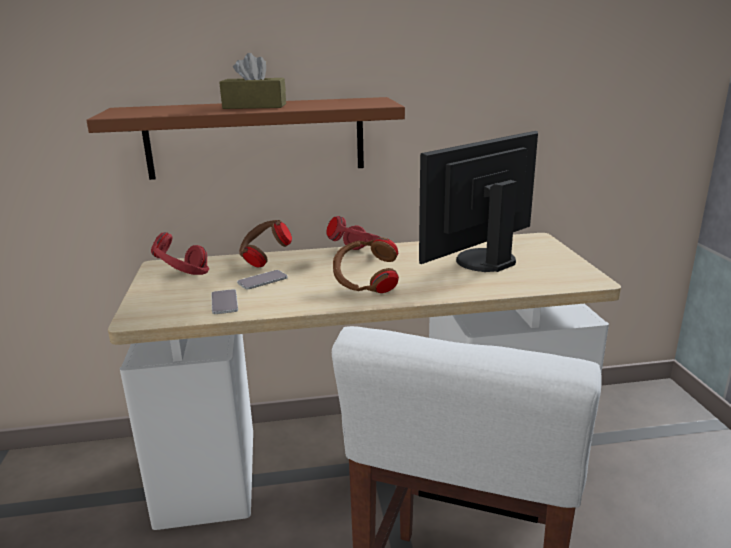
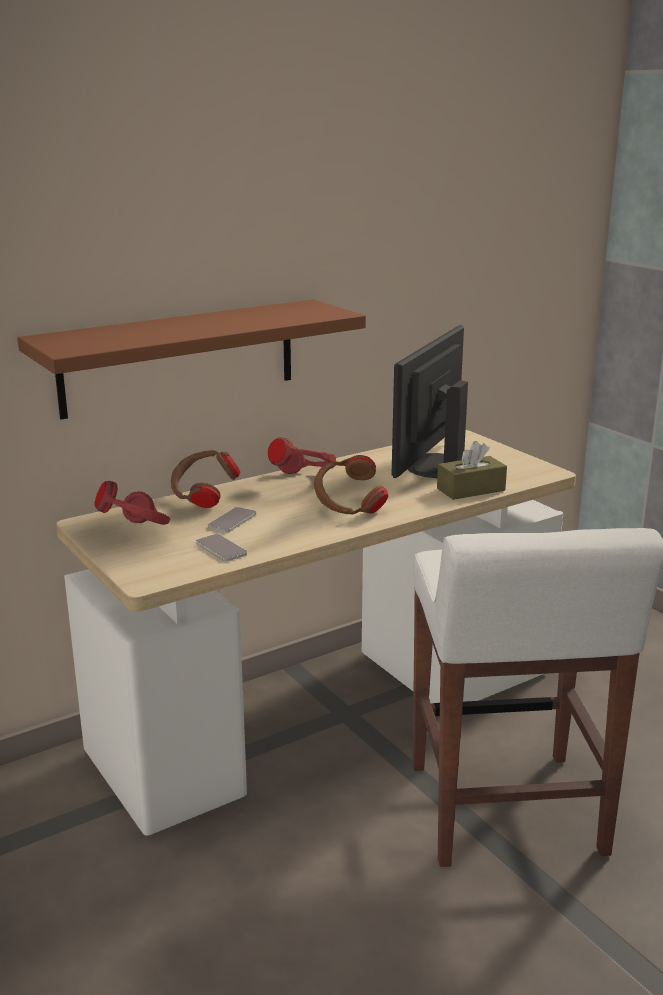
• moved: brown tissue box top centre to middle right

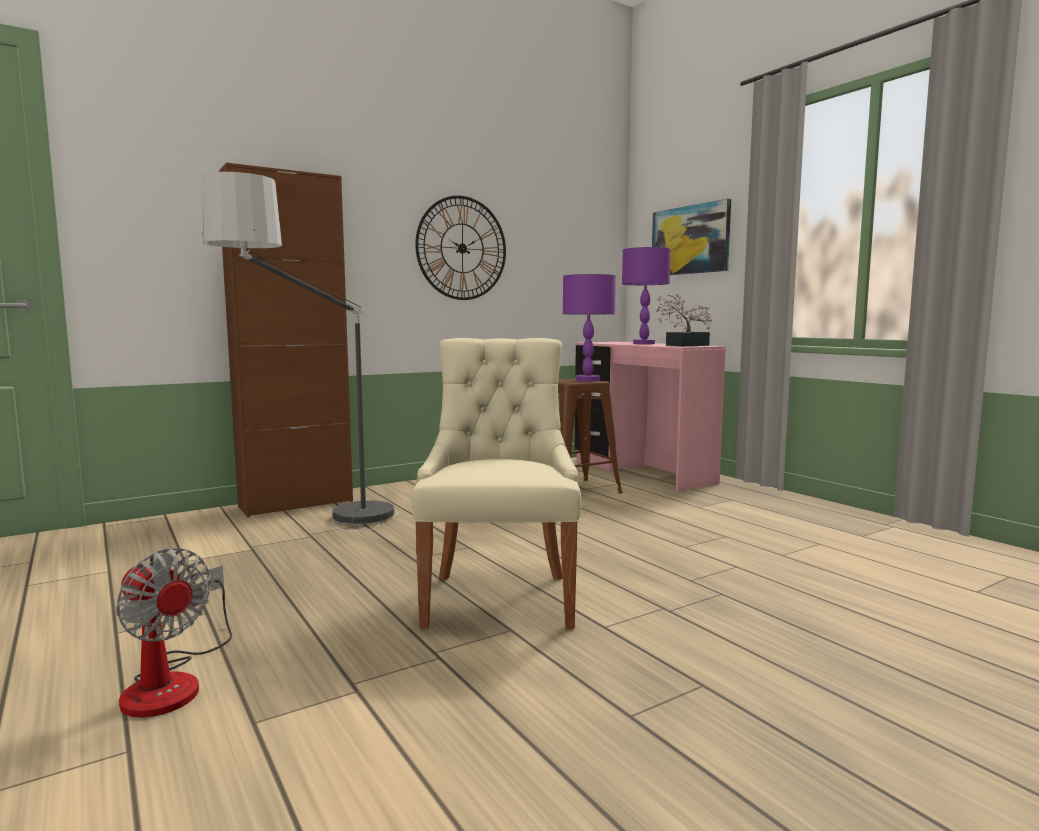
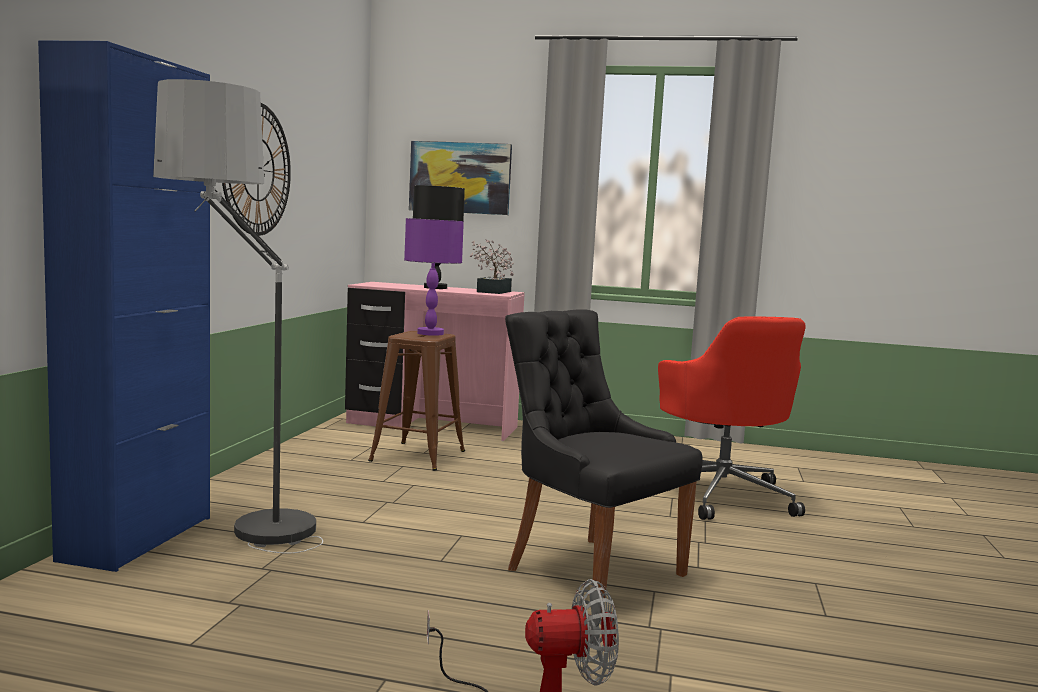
• recoloured: brown cabinet middle left to blue cabinet middle left
• recoloured: purple table lamp (2nd from left) centre to black table lamp centre
• recoloured: beige chair centre to black chair centre
• added: red office chair middle right

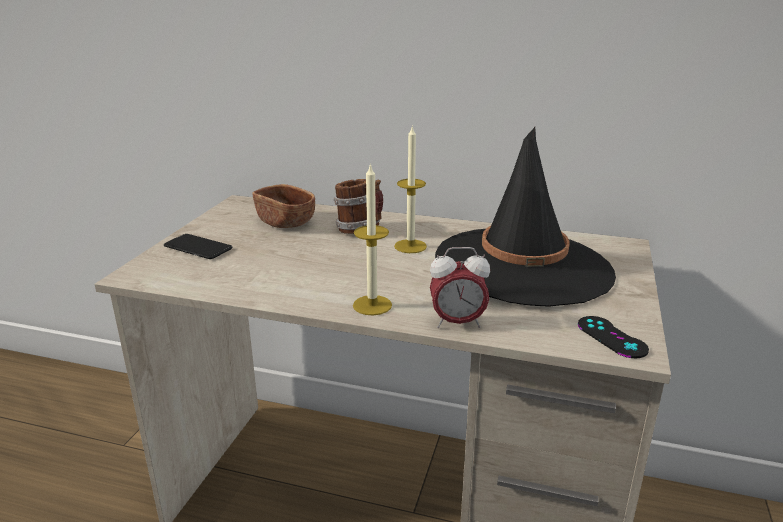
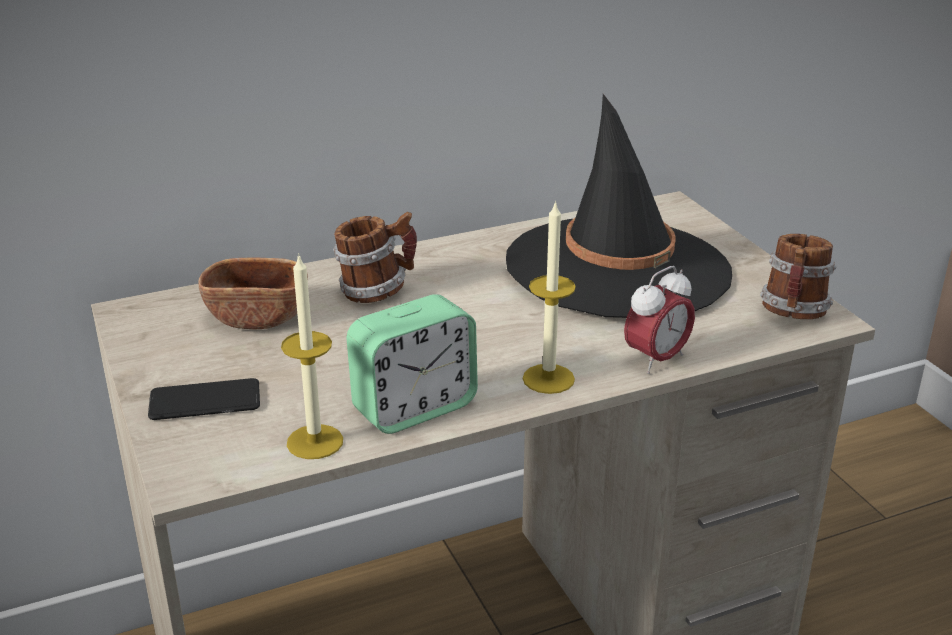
• moved: candle (2nd from left in the first image) centre to candle (1st from left) middle left
• added: alarm clock (1st from left) centre
• replaced: black game controller middle right to mug (2nd from left) middle right

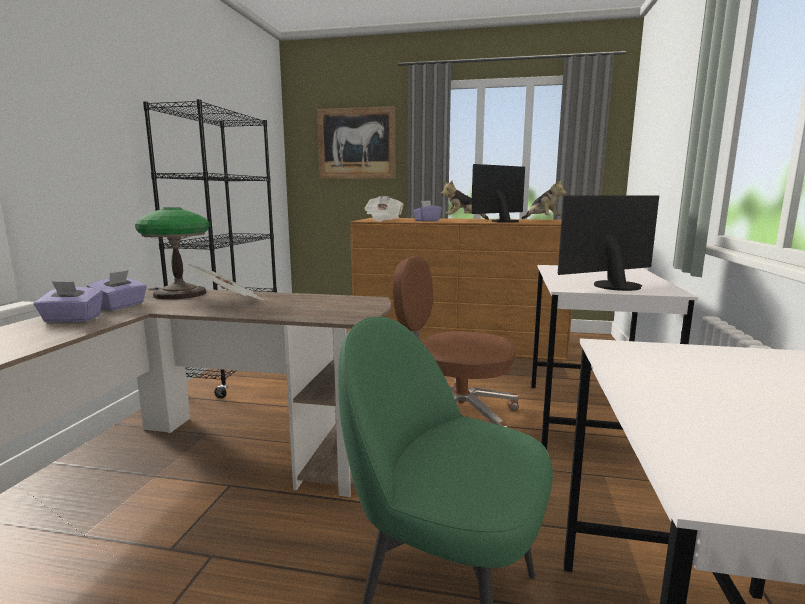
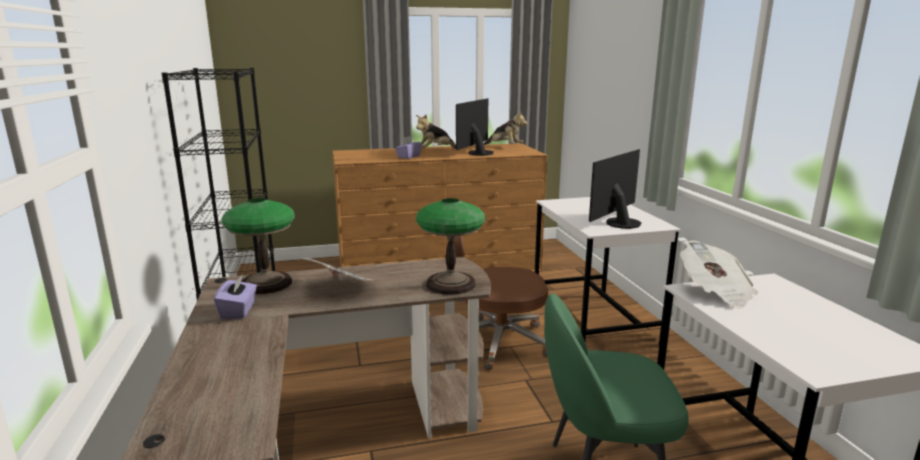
• added: table lamp (2nd from left) centre
• moved: newspaper (2nd from left) centre to middle right
• removed: purple tissue box (1st from left) middle left
• removed: picture top centre

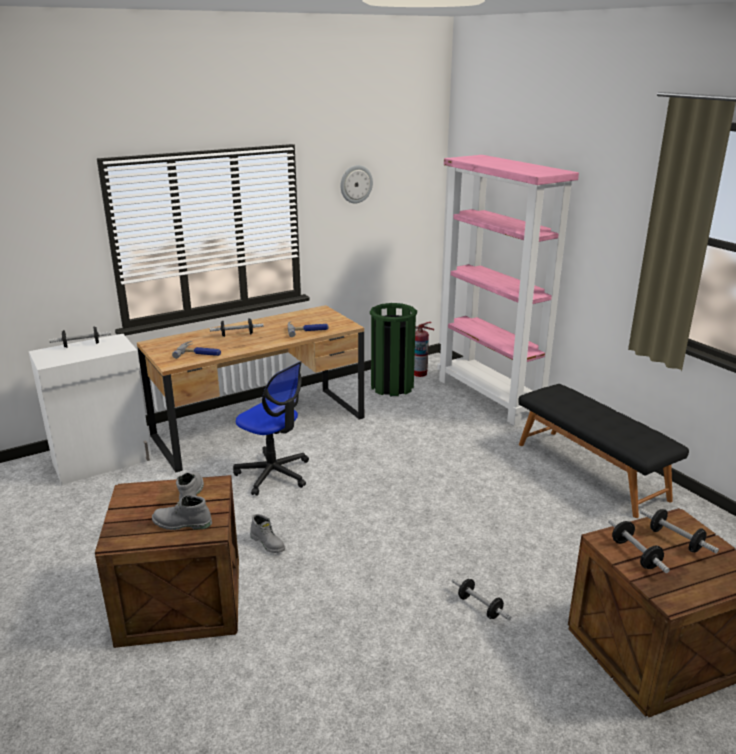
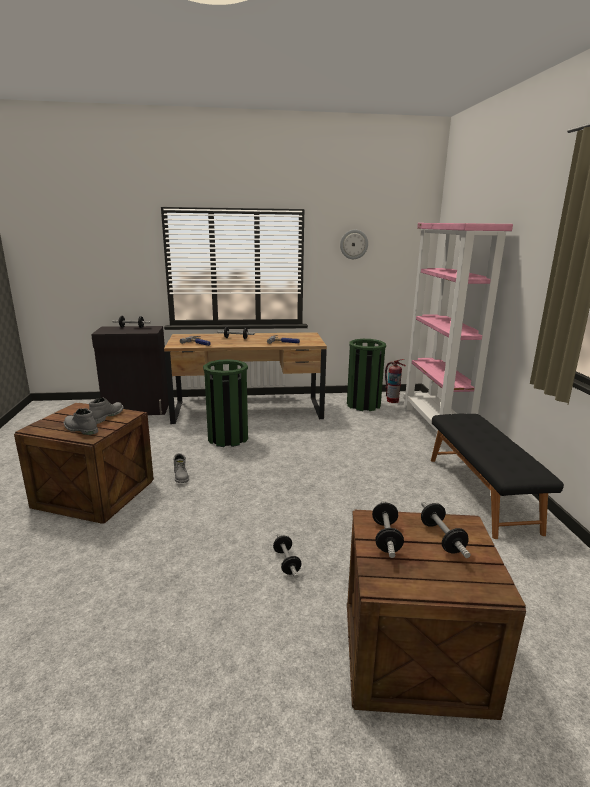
• recoloured: white cabinet middle left to black cabinet middle left
• replaced: office chair centre to green trash can (1st from left) centre

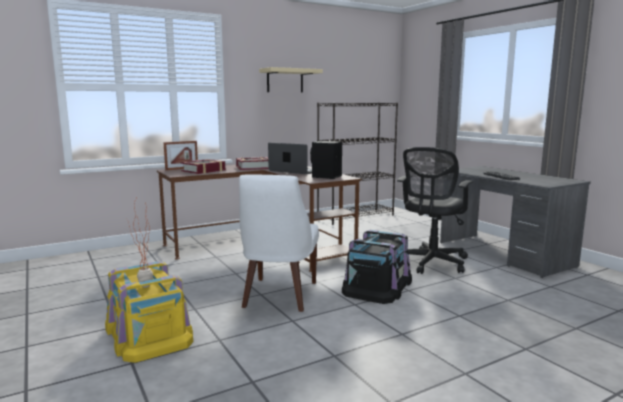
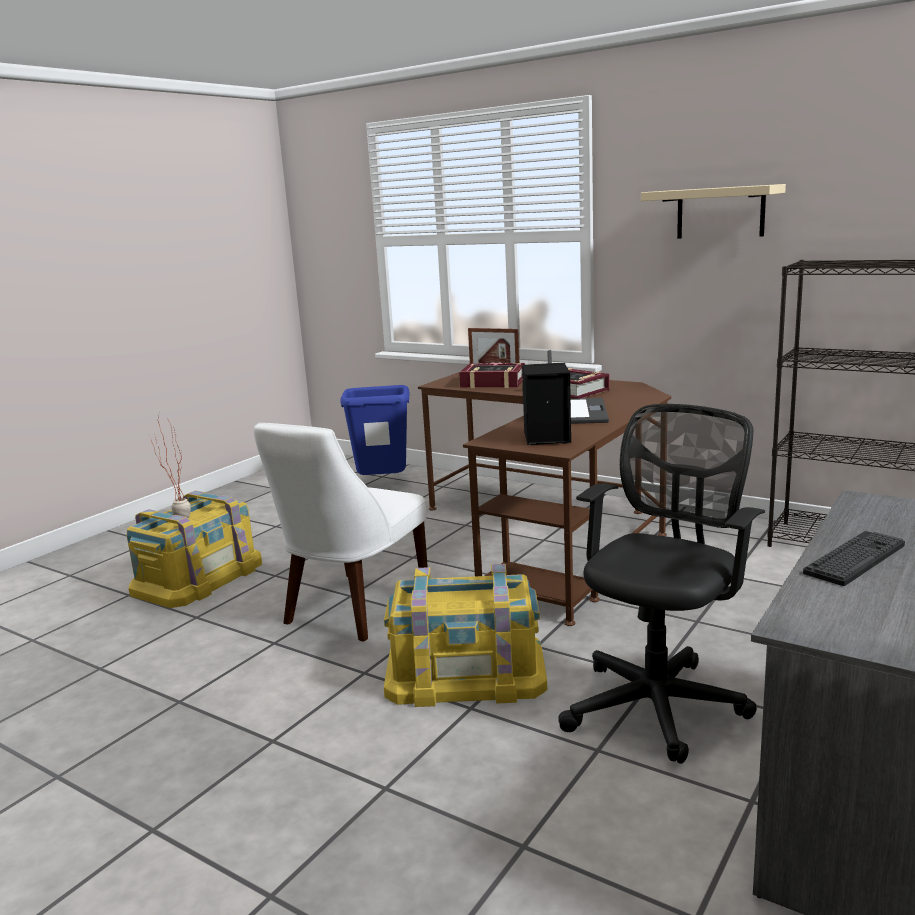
• turned: white chair centre = centre 45 degrees counterclockwise
• added: blue trash can centre
• recoloured: black storage box centre to yellow storage box (2nd from left) bottom centre
• turned: black office chair middle right = middle right 120 degrees clockwise

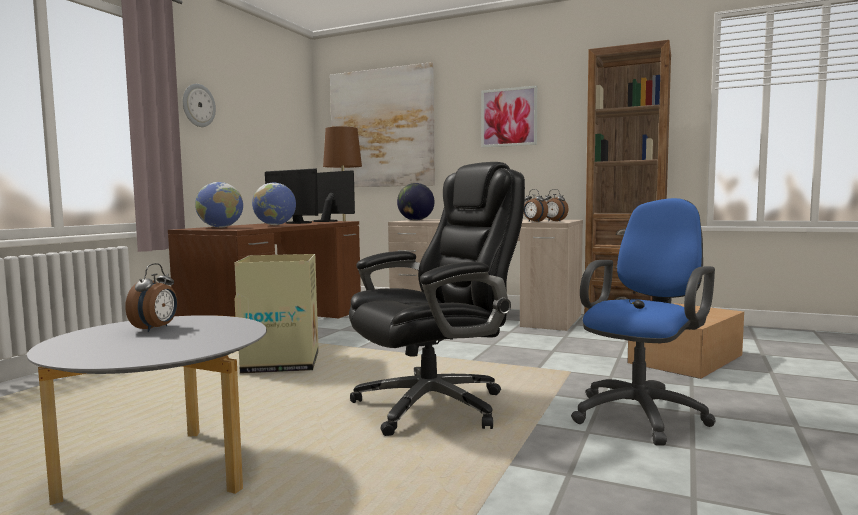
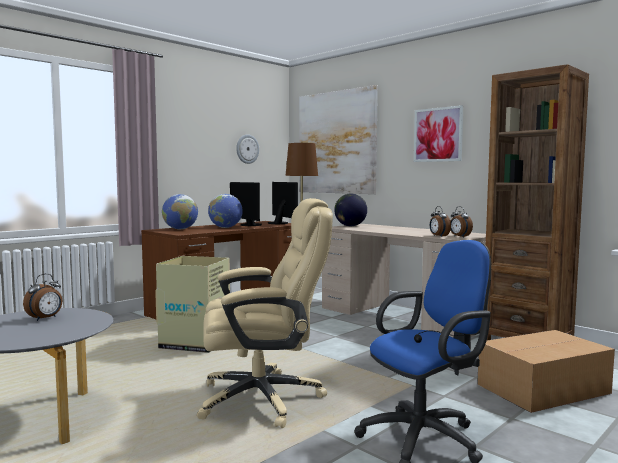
• recoloured: black office chair centre to beige office chair bottom centre
• moved: wall clock top left to top centre

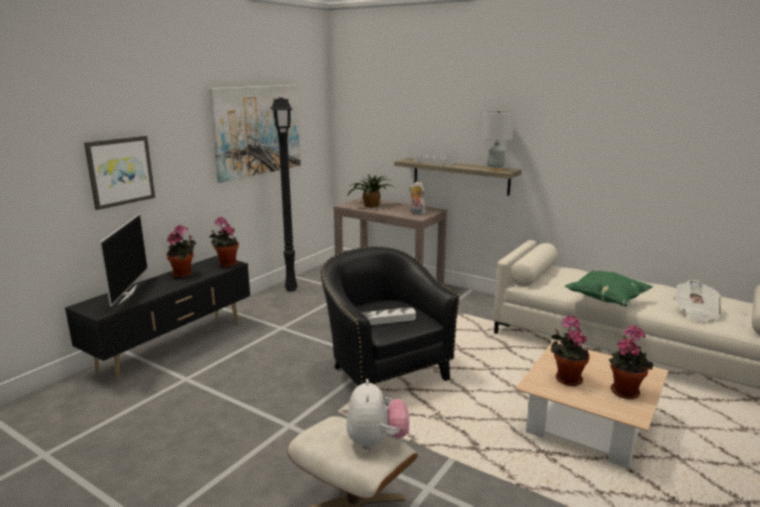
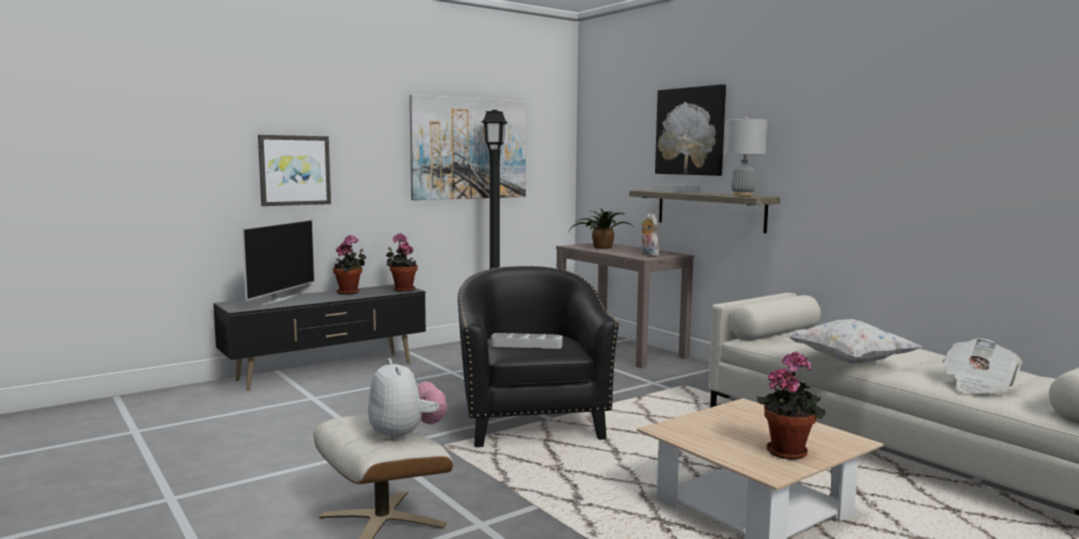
• turned: plush toy (1st from left) bottom centre = bottom centre 45 degrees counterclockwise
• added: picture (3rd from left) top centre
• recoloured: green pillow middle right to white pillow middle right
• removed: potted plant (4th from left) bottom right

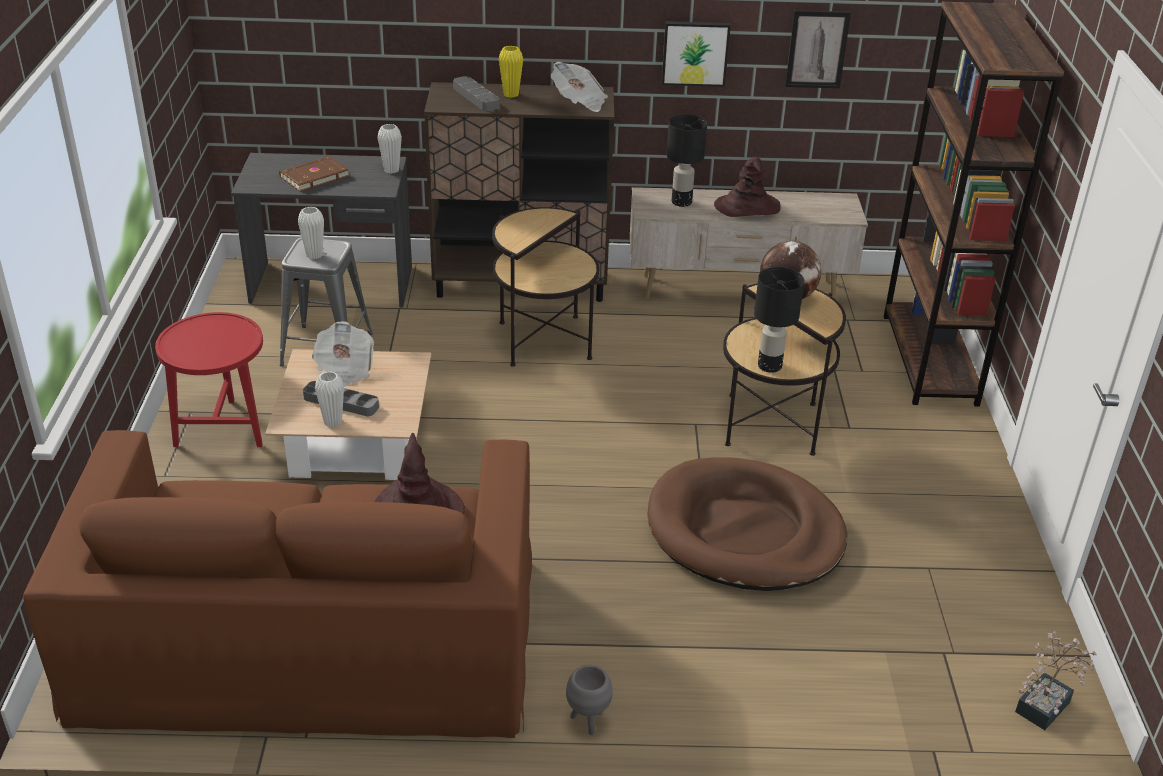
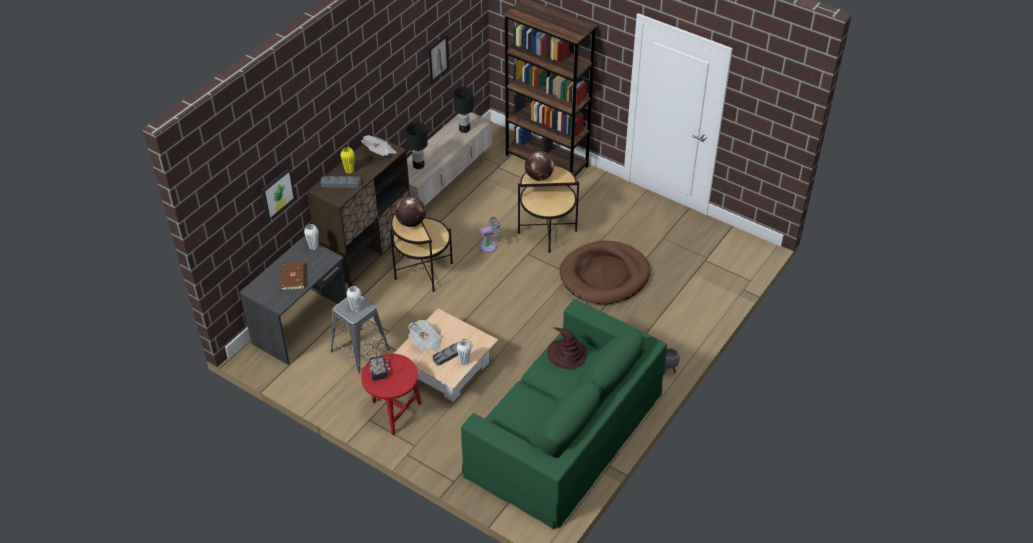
• moved: picture (1st from left) top centre to middle left
• moved: potted plant bottom right to centre
• added: globe (1st from left) centre
• moved: black table lamp (2nd from left) middle right to top centre
• recoloured: brown sofa bottom left to green sofa bottom centre
• added: grey fan centre
• removed: brown hat (2nd from left) top centre

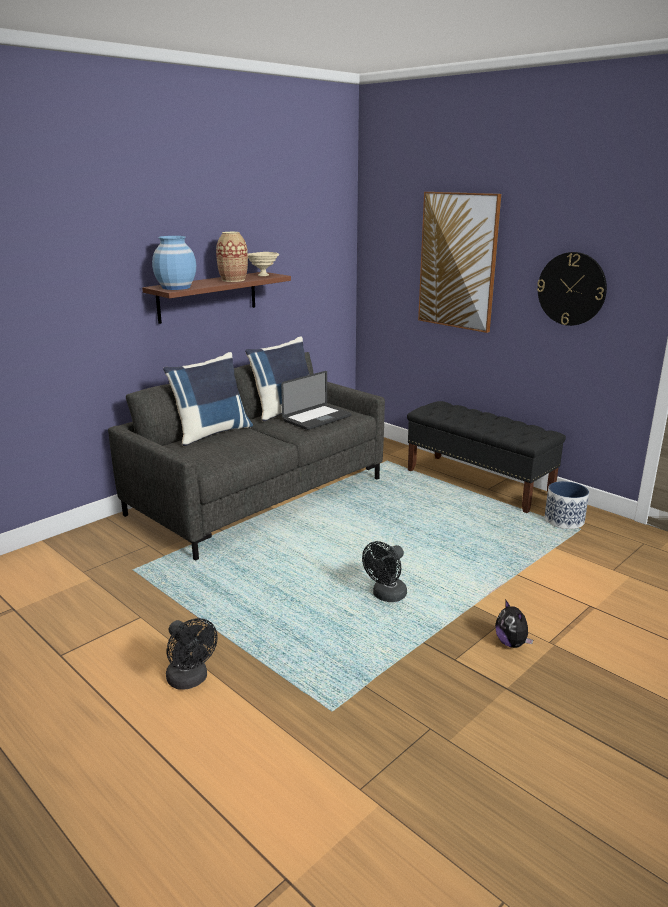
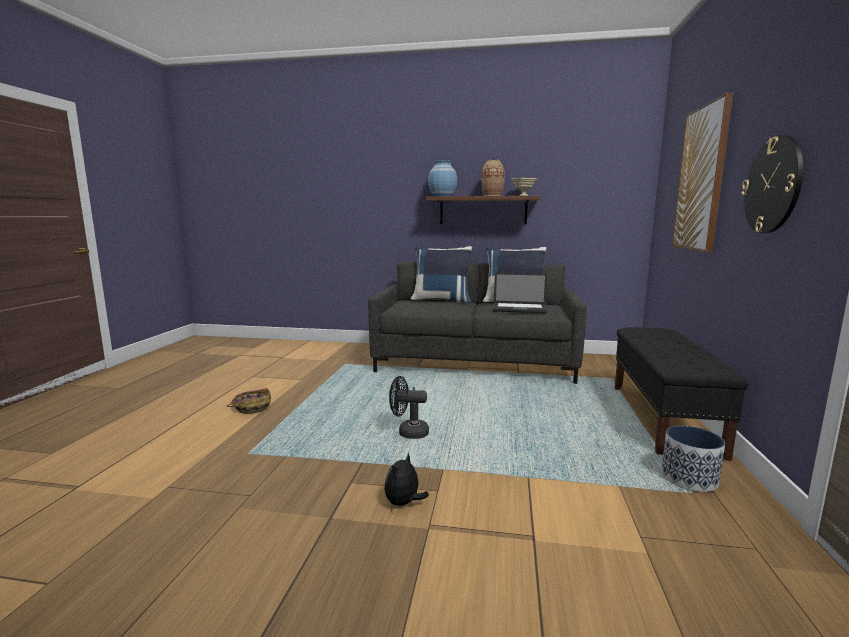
• replaced: black fan (1st from left) bottom left to basket middle left

